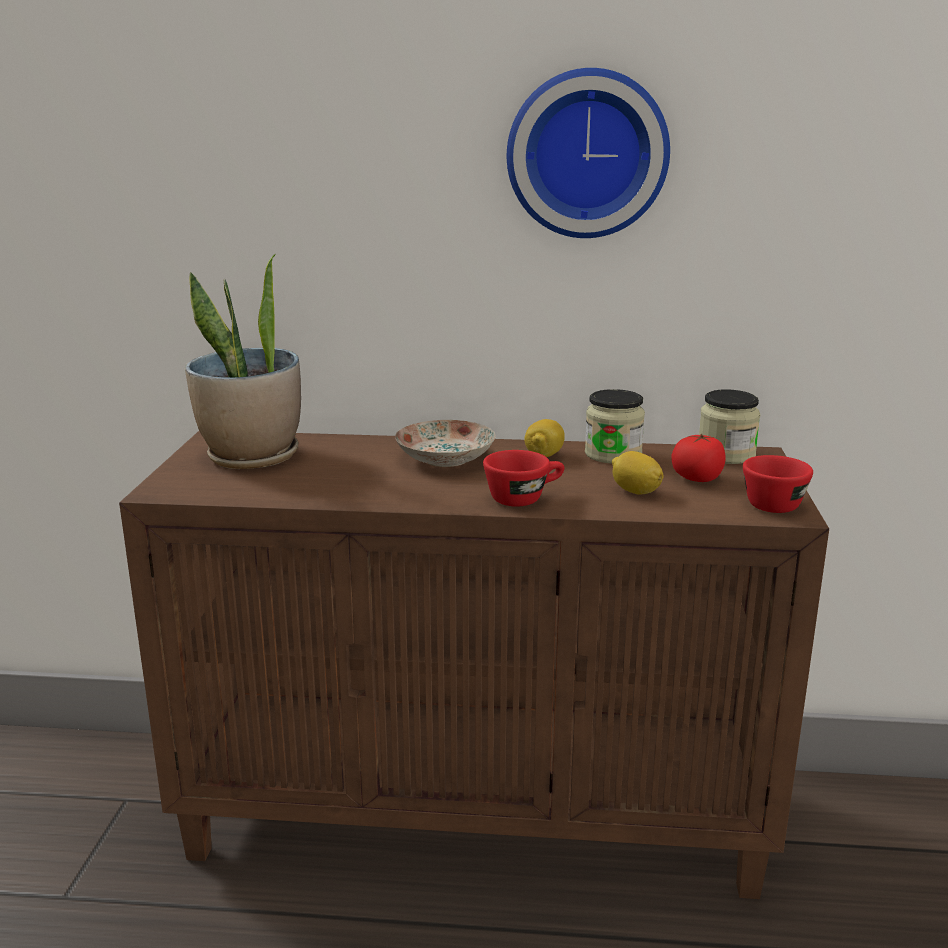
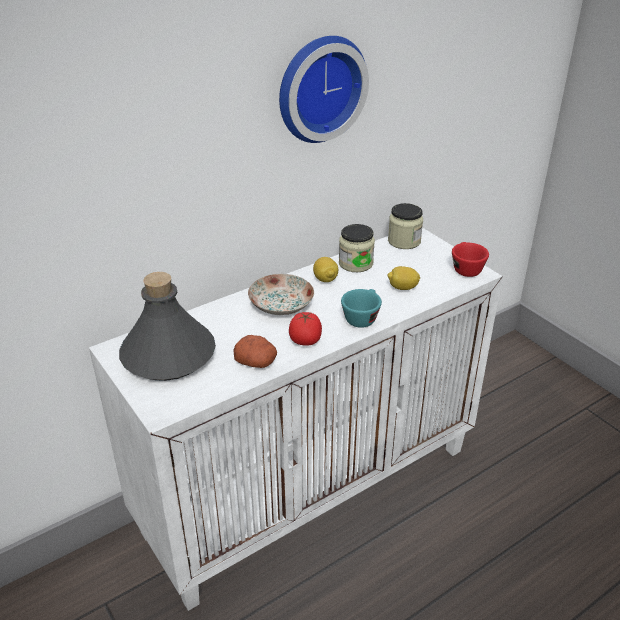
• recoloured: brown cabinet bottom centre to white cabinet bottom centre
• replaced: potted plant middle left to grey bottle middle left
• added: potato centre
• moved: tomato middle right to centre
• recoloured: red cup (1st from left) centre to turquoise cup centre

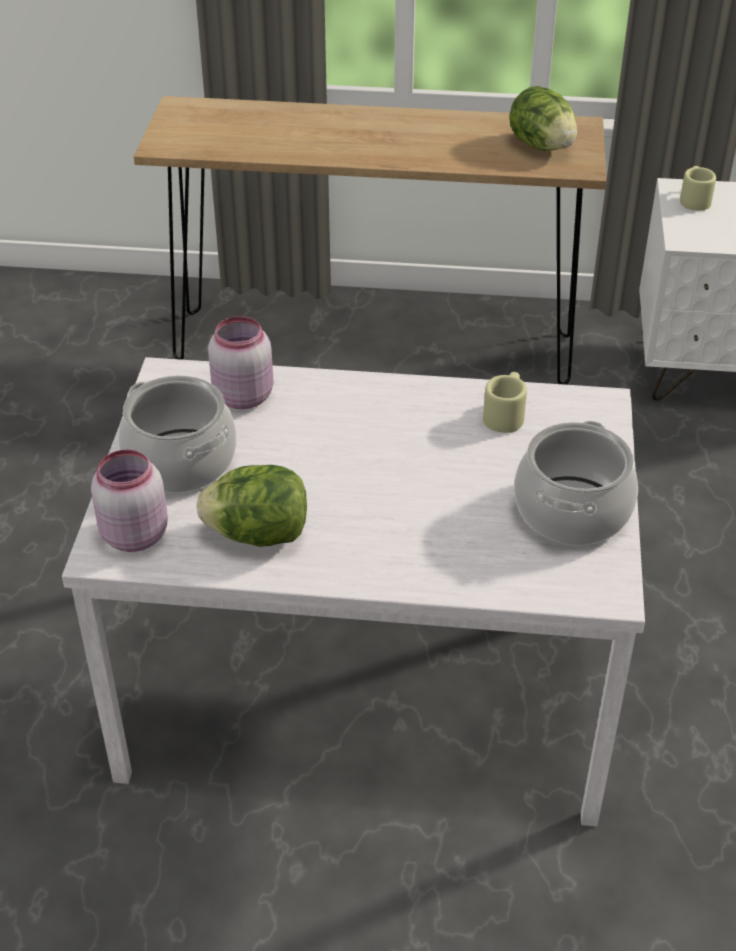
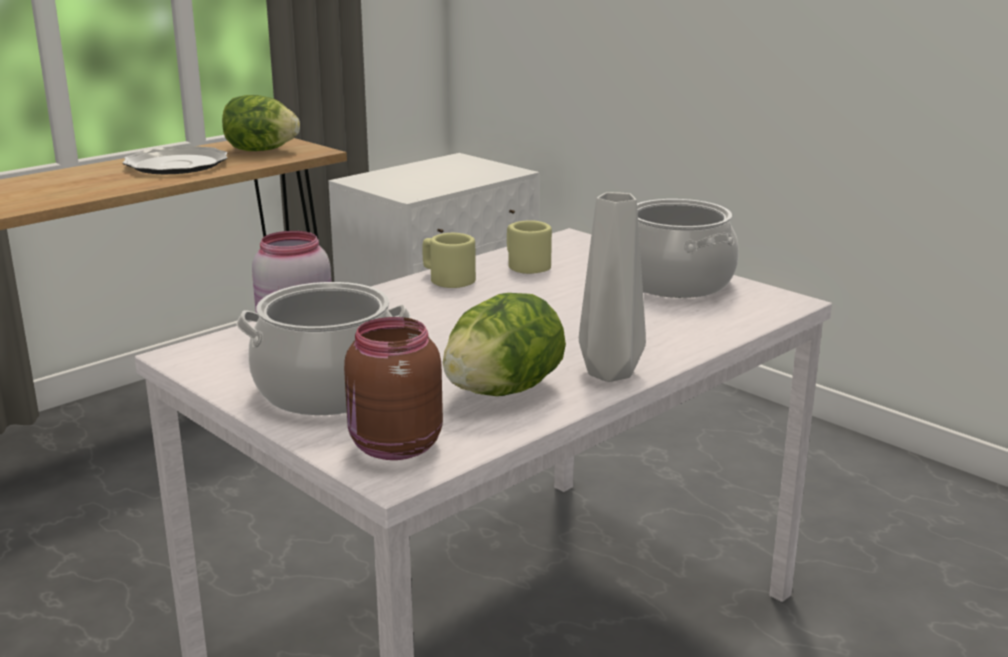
• added: plate top left
• recoloured: pink jar (1st from left) middle left to brown jar centre
• moved: beige mug (2nd from left in the first image) top right to beige mug (1st from left) centre
• added: grey vase centre

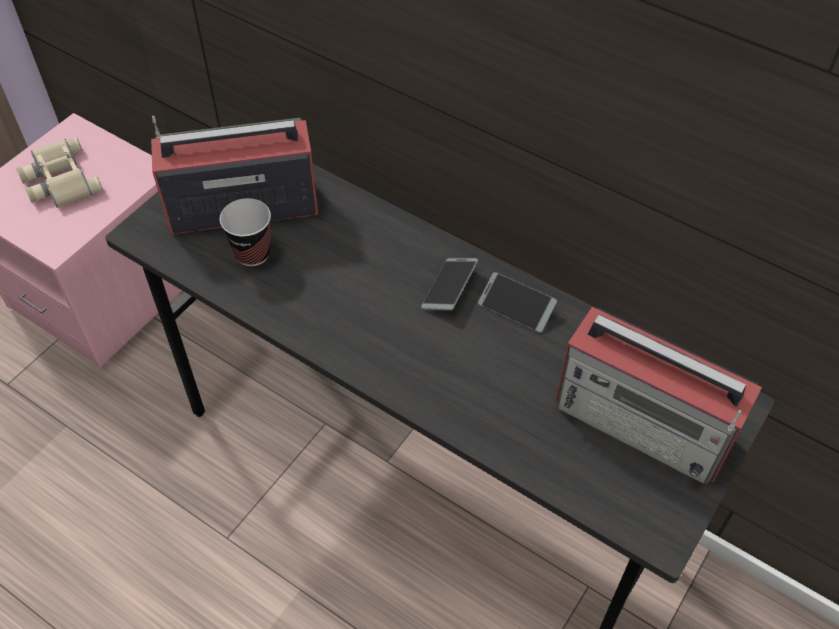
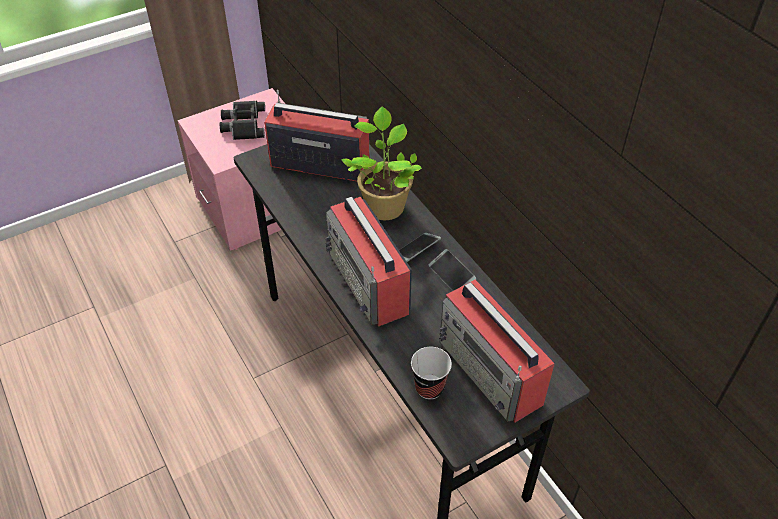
• recoloured: beige binoculars top left to black binoculars top left
• added: radio (2nd from left) centre
• added: potted plant top centre
• moved: cup middle left to bottom centre

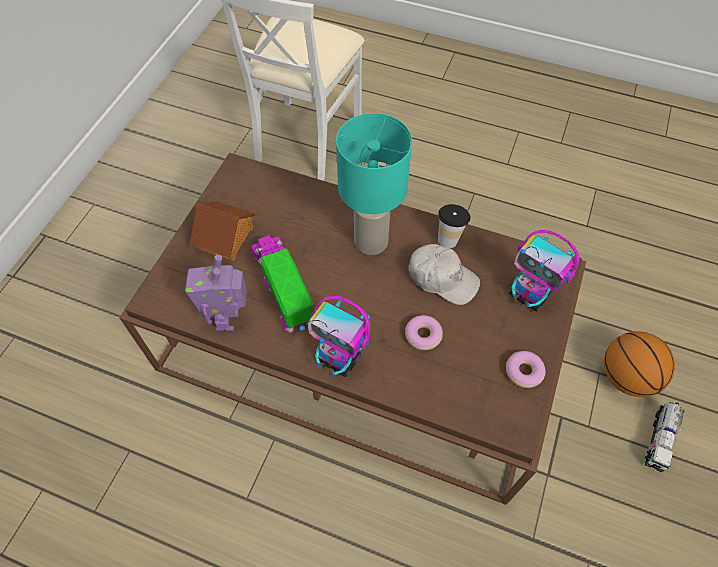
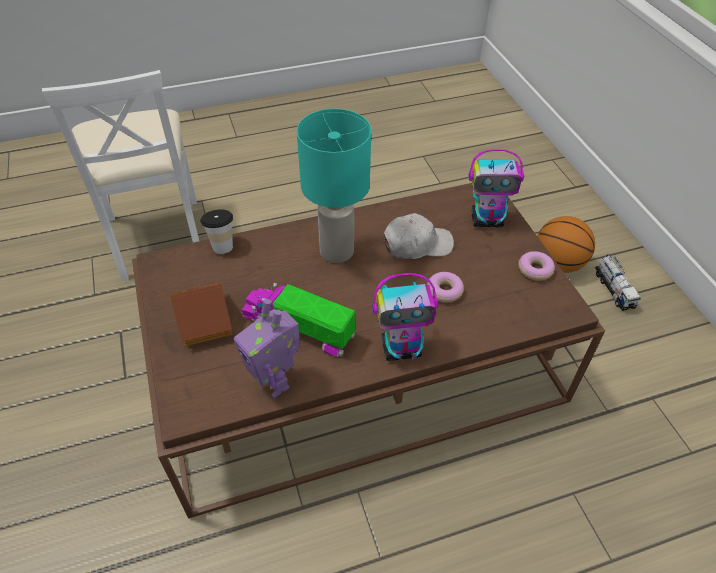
• moved: cup centre to middle left

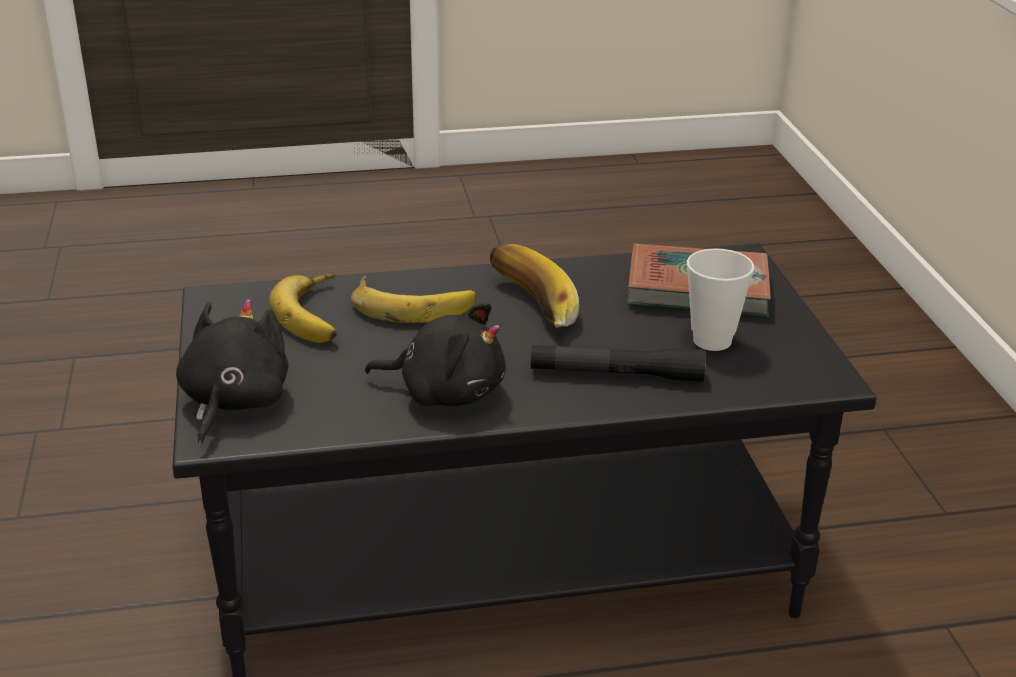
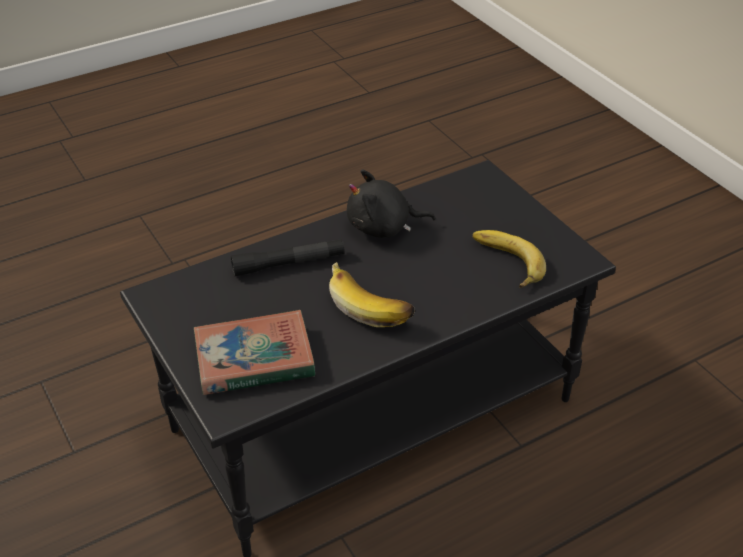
• removed: black plush toy (1st from left) middle left
• removed: banana (2nd from left) centre
• removed: cup middle right

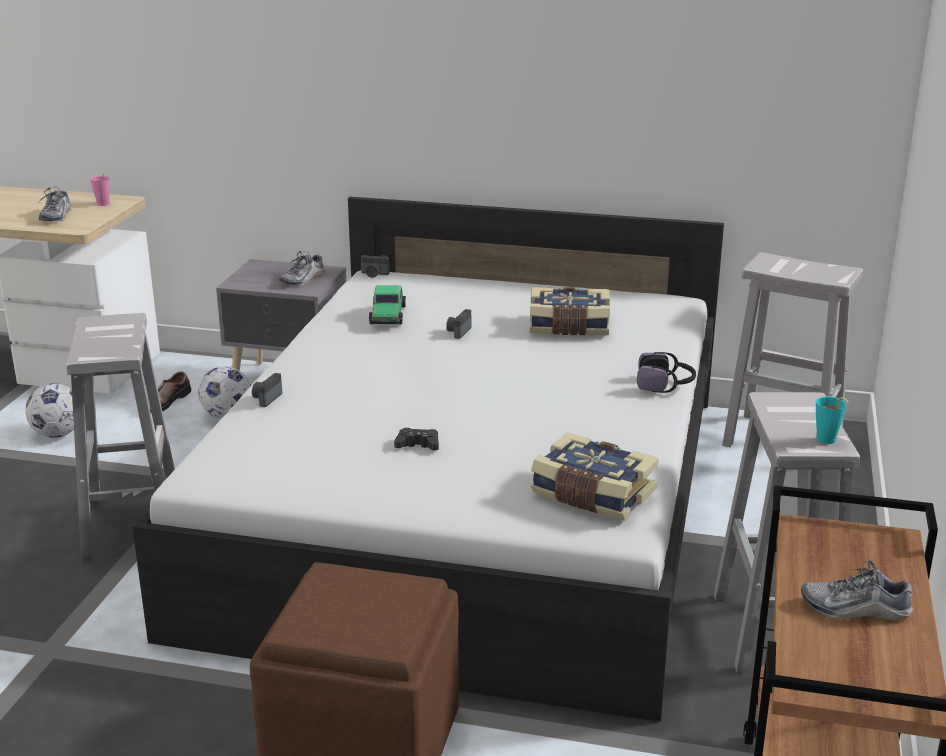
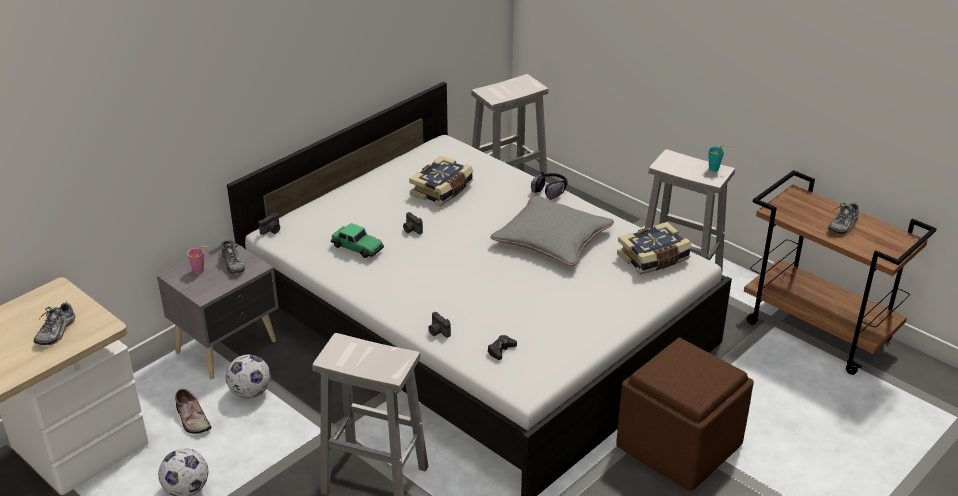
• turned: shoe (1st from left) top left = middle left 75 degrees clockwise
• moved: pink cup top left to middle left
• moved: black game controller centre to bottom centre
• added: grey pillow centre

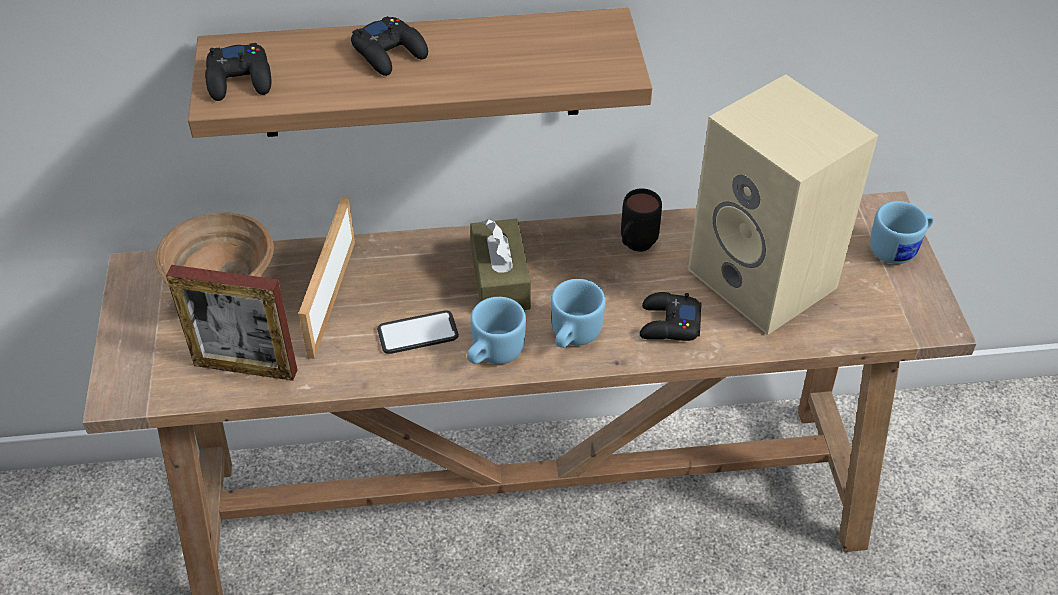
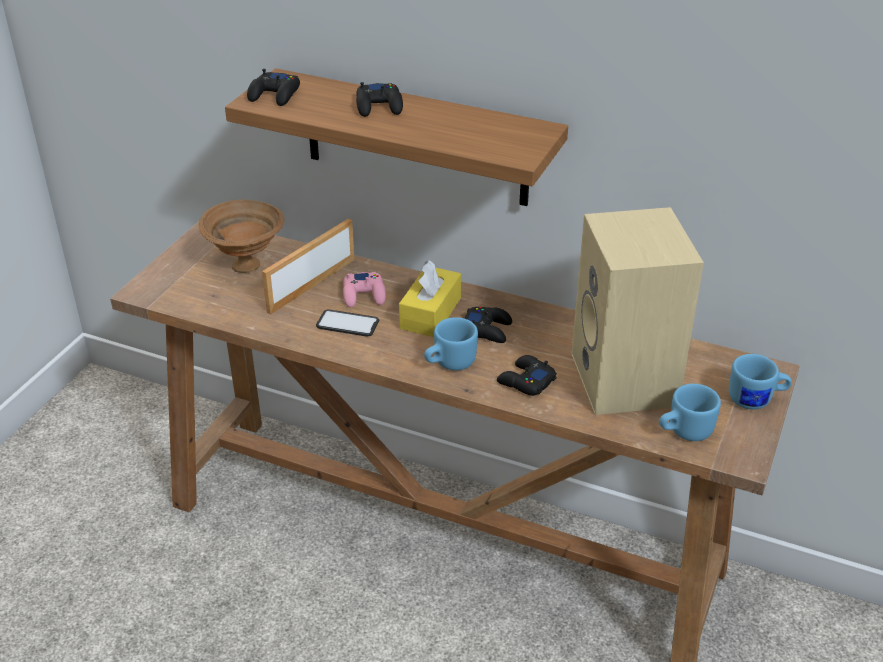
• added: pink game controller centre
• recoloured: brown tissue box centre to yellow tissue box centre
• added: black game controller (3rd from left) centre
• moved: blue mug (1st from left in the first image) centre to blue mug (2nd from left) middle right
• removed: picture frame (1st from left) middle left
• removed: black mug centre

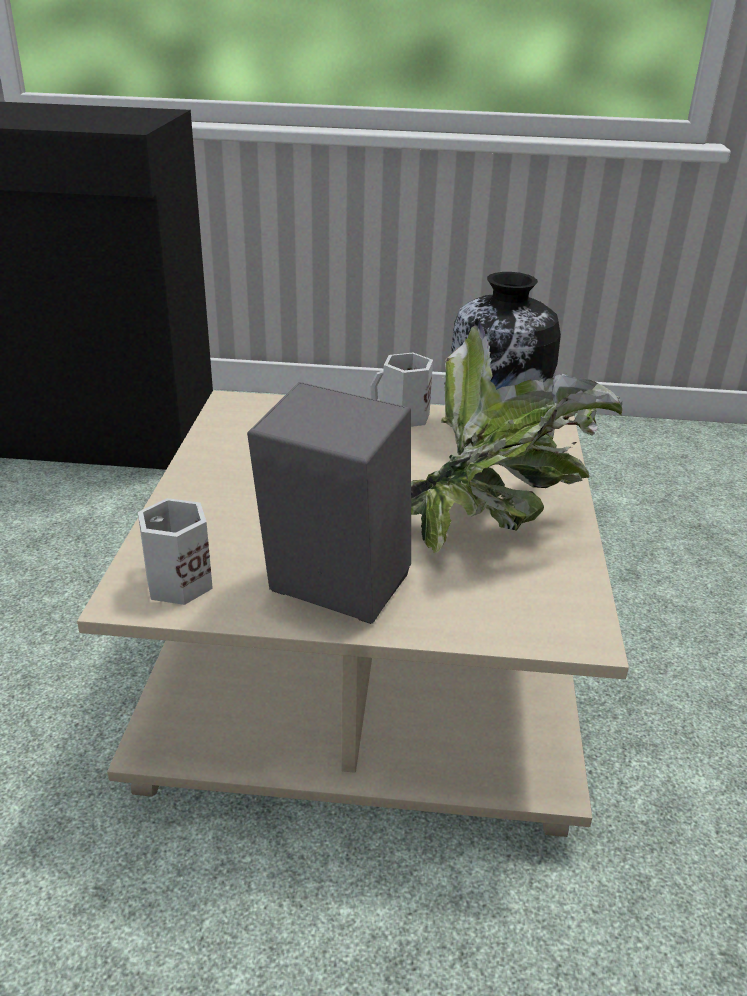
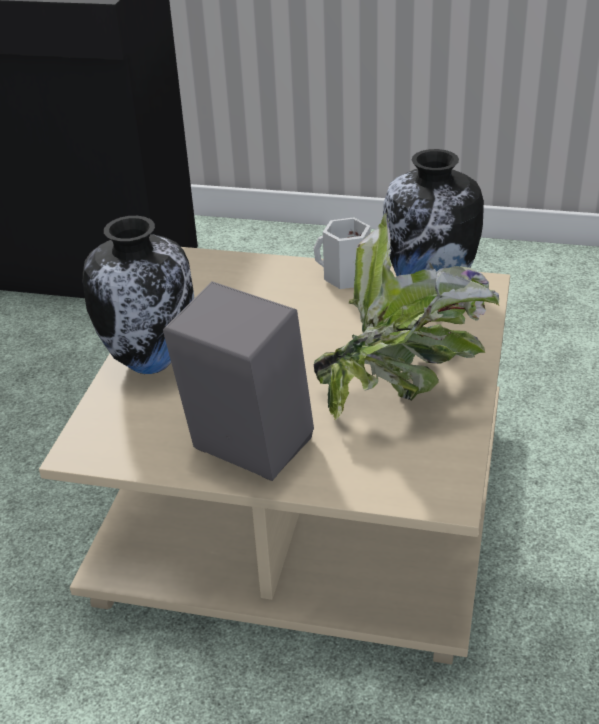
• added: vase (1st from left) middle left
• removed: white mug (1st from left) middle left

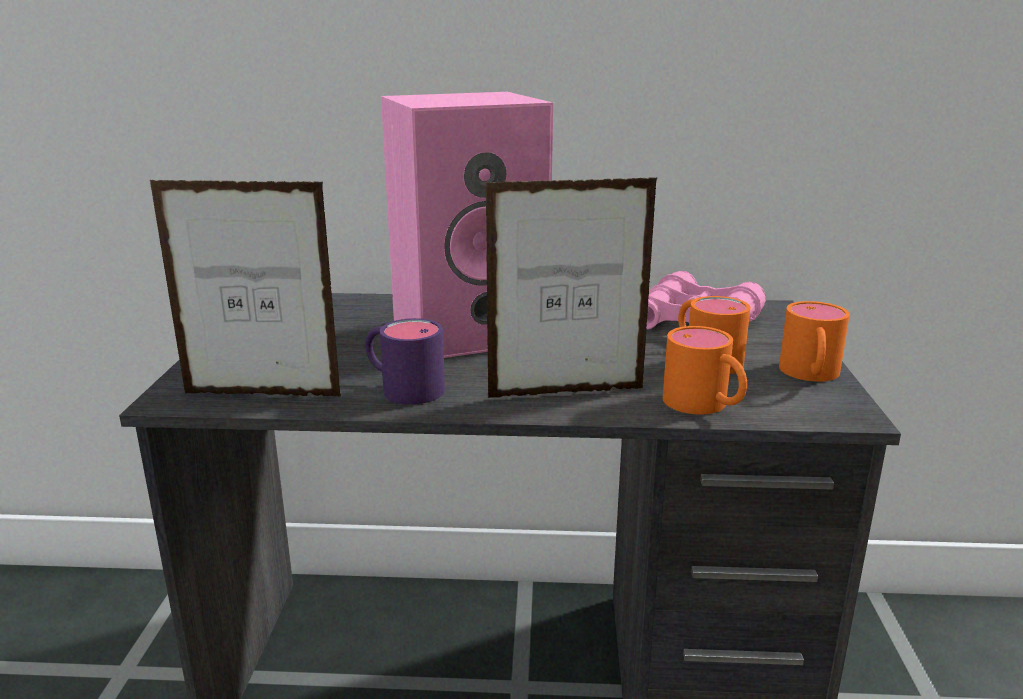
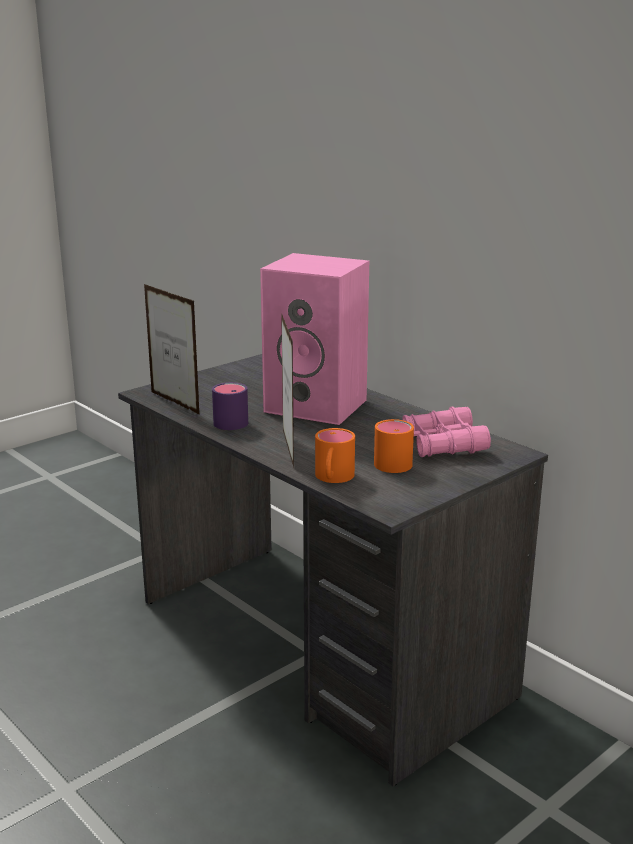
• turned: picture frame (2nd from left) centre = centre 45 degrees clockwise
• removed: orange mug (3rd from left) middle right

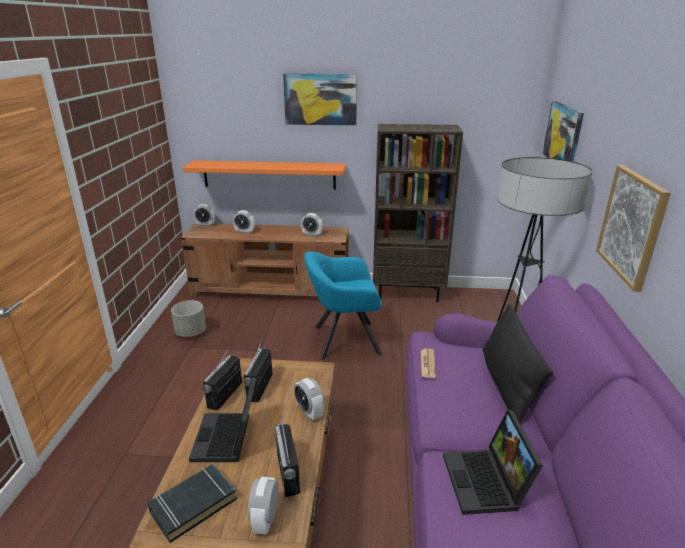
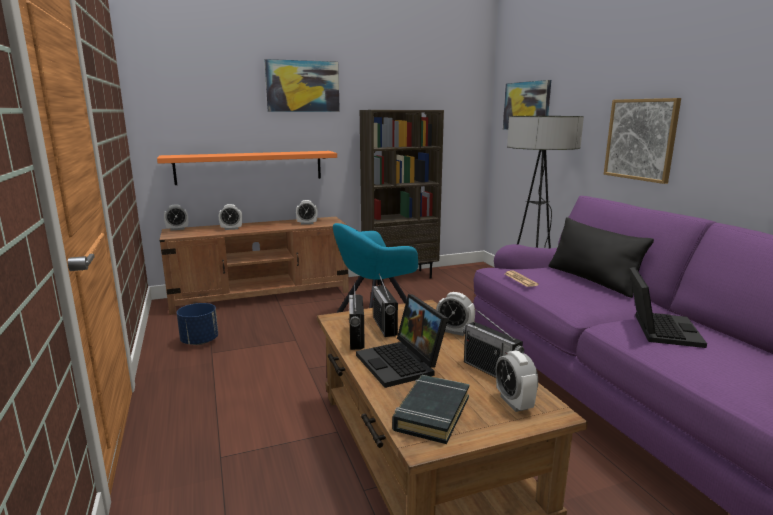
• recoloured: grey planter middle left to blue planter middle left
• turned: laptop (2nd from left) bottom right = middle right 135 degrees counterclockwise

